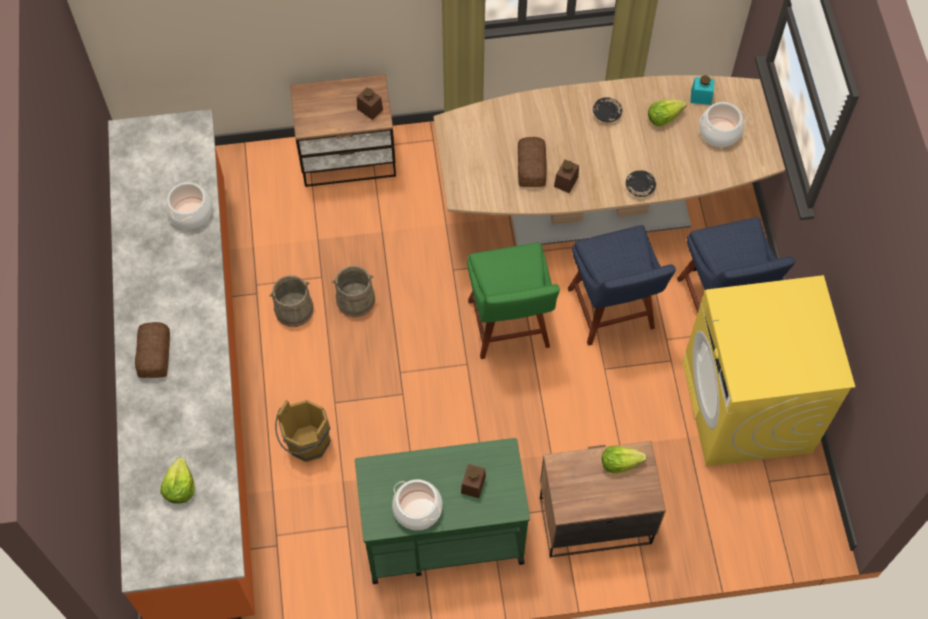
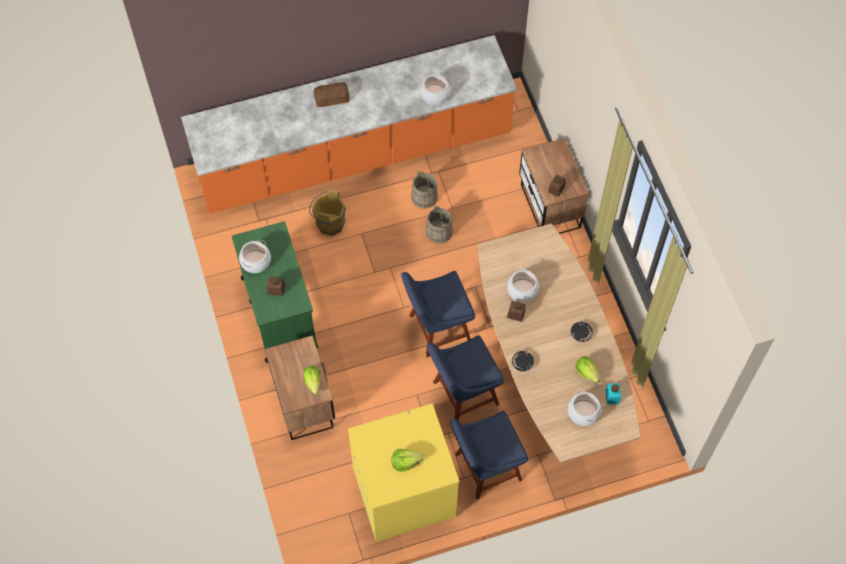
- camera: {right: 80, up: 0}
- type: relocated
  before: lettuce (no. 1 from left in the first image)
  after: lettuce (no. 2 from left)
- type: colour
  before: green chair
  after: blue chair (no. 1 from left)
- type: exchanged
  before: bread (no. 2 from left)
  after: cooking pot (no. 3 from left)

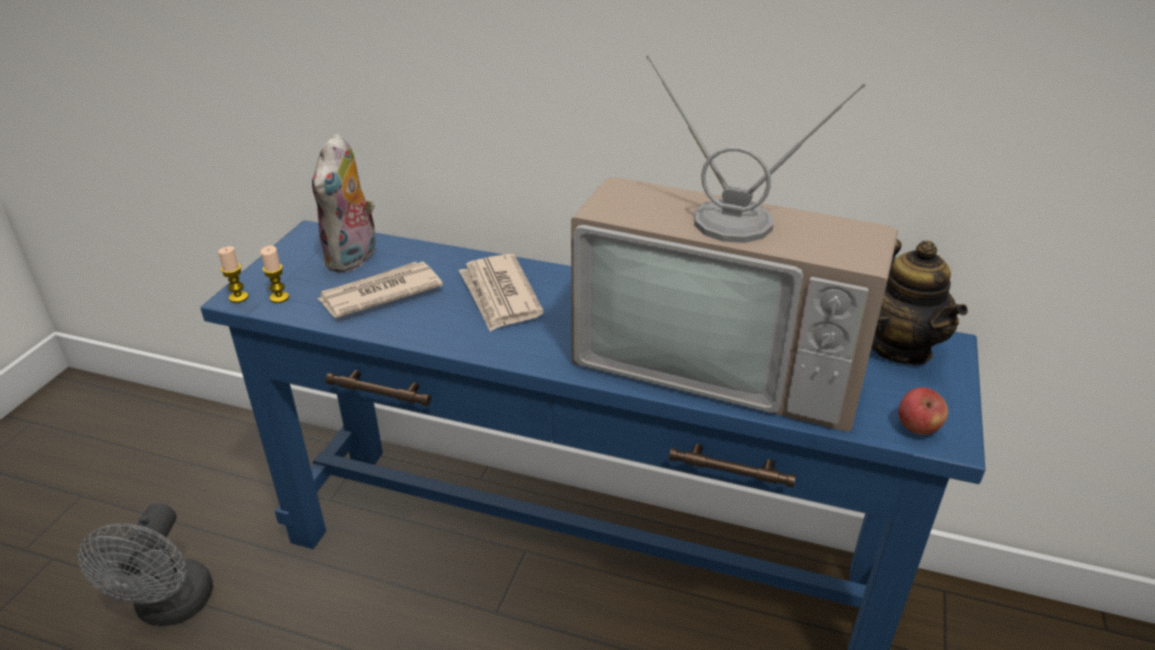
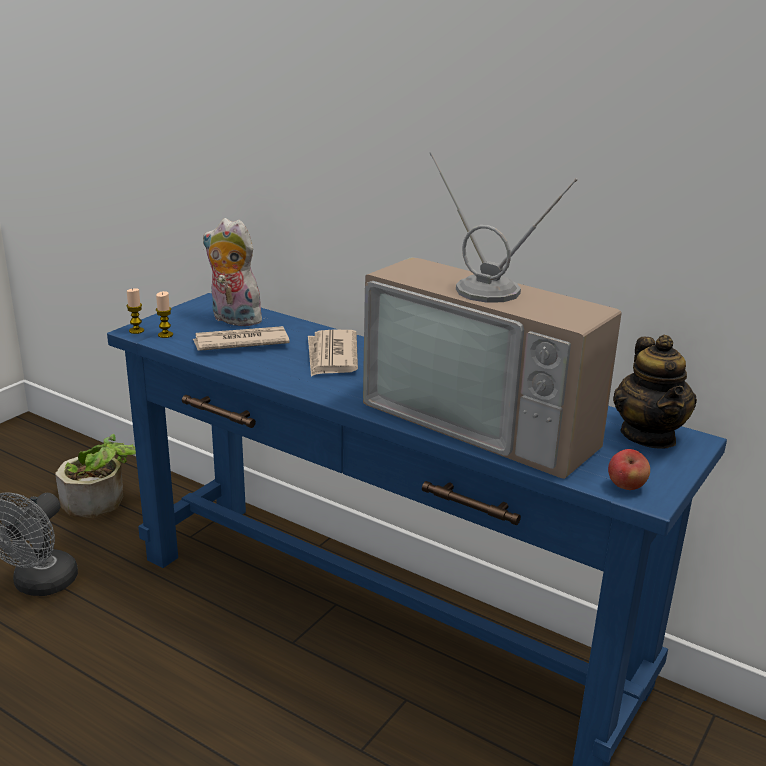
- camera: {right: 15, up: -10}
- type: spun
  before: plush toy
  turn: 90
- type: appeared
  after: potted plant

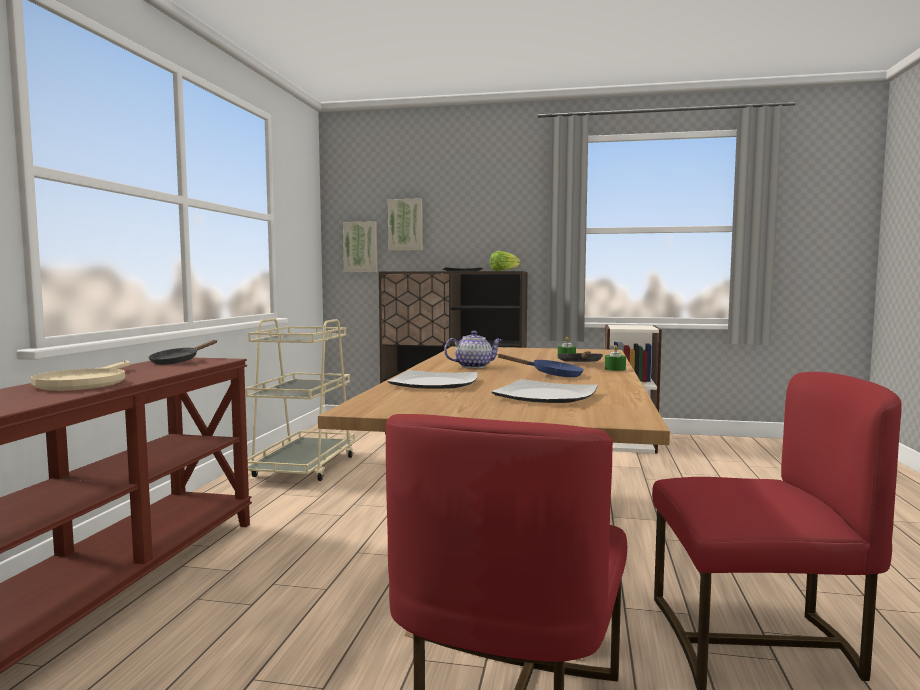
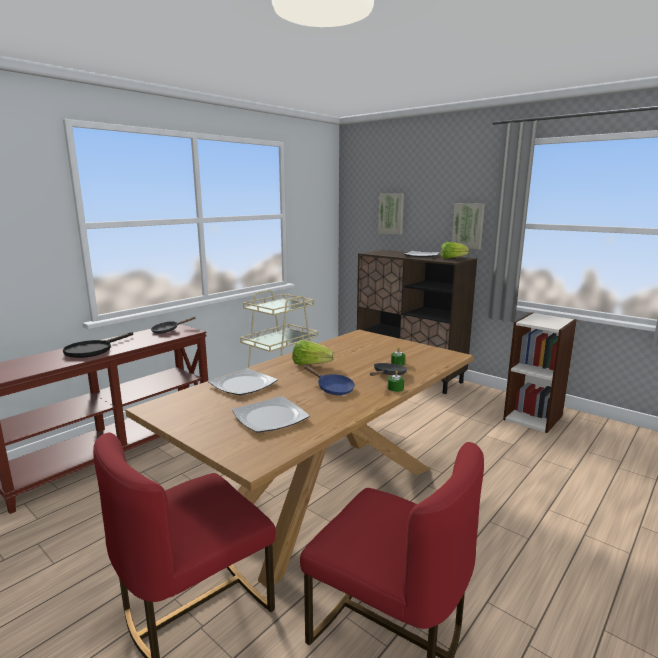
- camera: {right: 30, up: 10}
- type: colour
  before: beige frying pan
  after: black frying pan (no. 1 from left)
- type: relocated
  before: picture (no. 1 from left in the first image)
  after: picture (no. 2 from left)
- type: exchanged
  before: teapot
  after: lettuce (no. 1 from left)

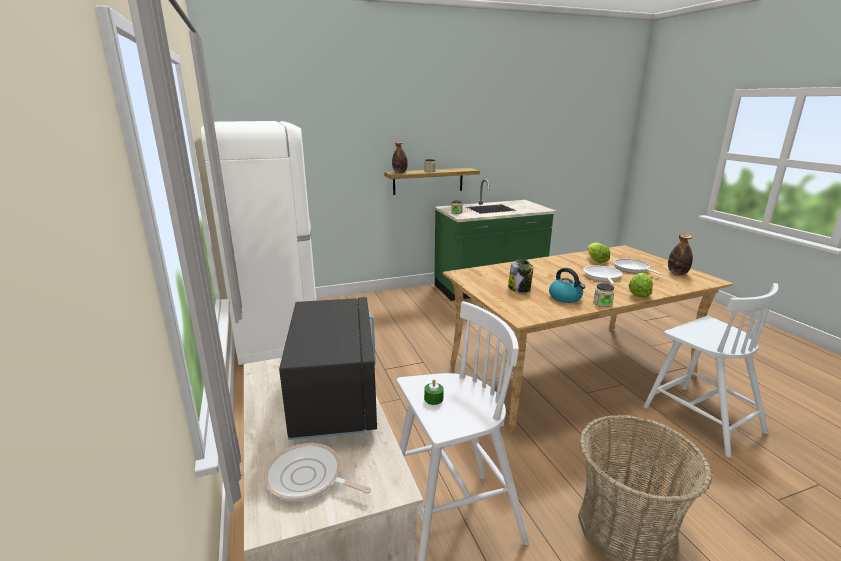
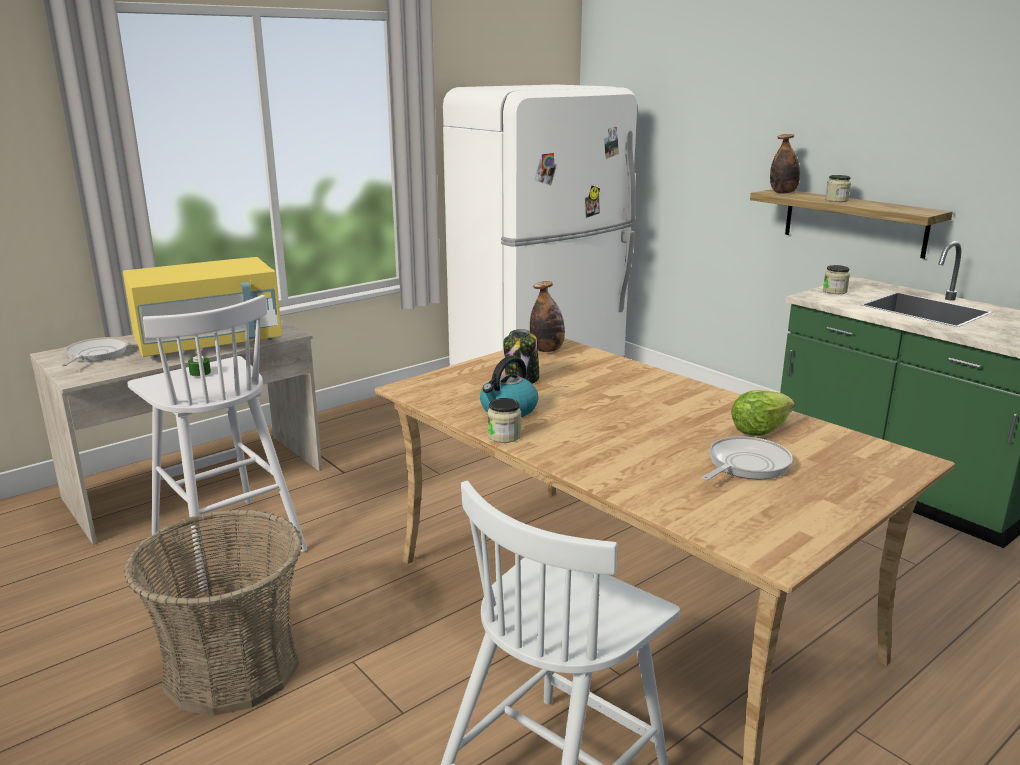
- camera: {right: 70, up: 0}
- type: colour
  before: black microwave
  after: yellow microwave
- type: missing
  before: frying pan (no. 2 from left)
- type: missing
  before: lettuce (no. 2 from left)
- type: relocated
  before: bottle (no. 2 from left in the first image)
  after: bottle (no. 1 from left)

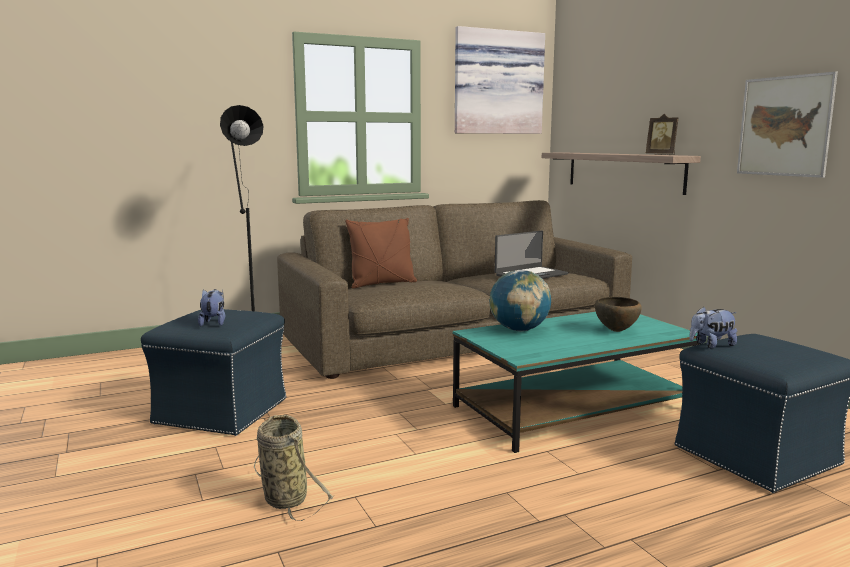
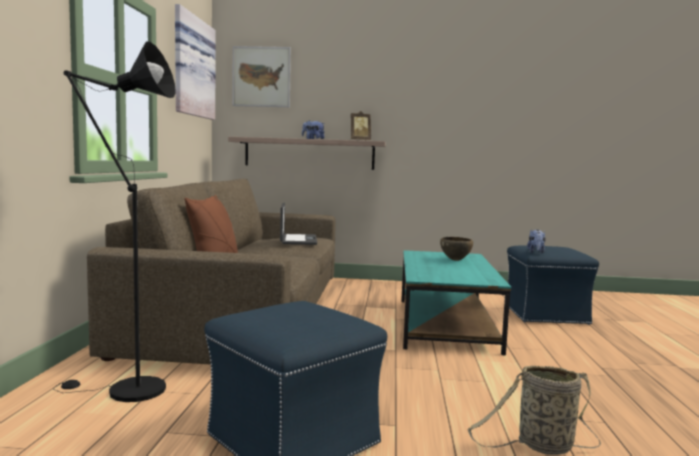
- camera: {right: -60, up: -5}
- type: relocated
  before: plush toy (no. 1 from left)
- type: missing
  before: globe
- type: relocated
  before: picture (no. 2 from left)

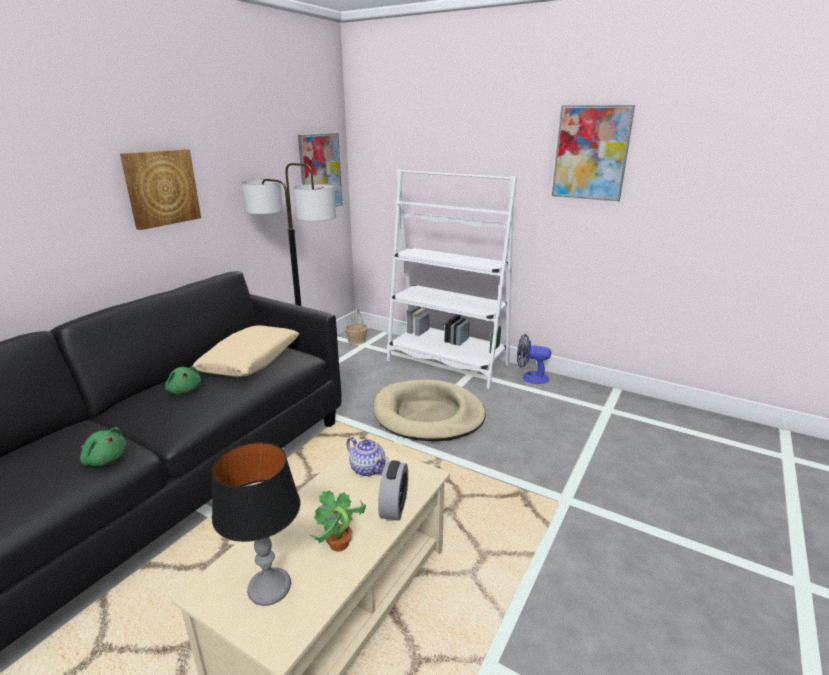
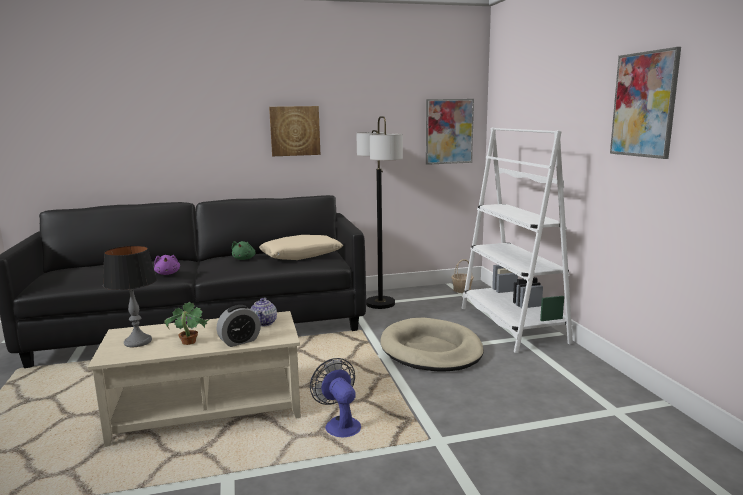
- camera: {right: 45, up: -10}
- type: colour
  before: green plush toy (no. 1 from left)
  after: purple plush toy
- type: relocated
  before: fan

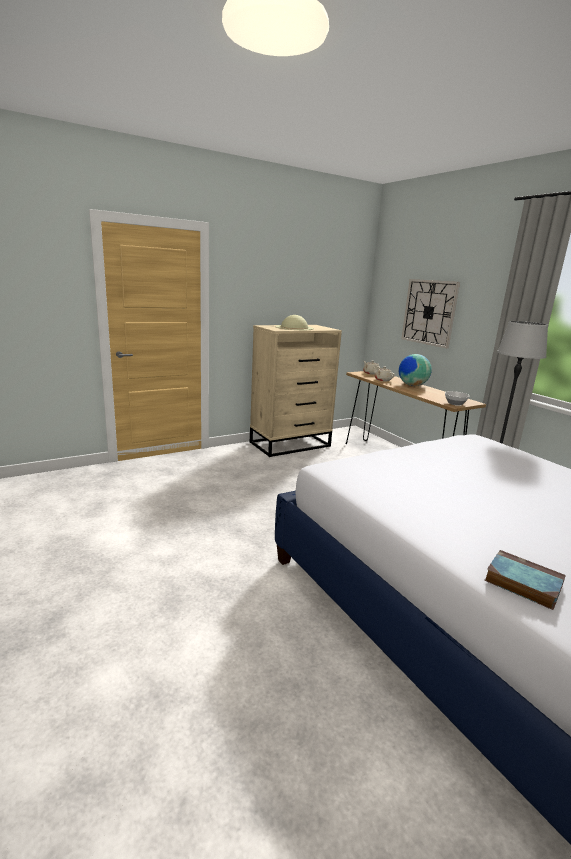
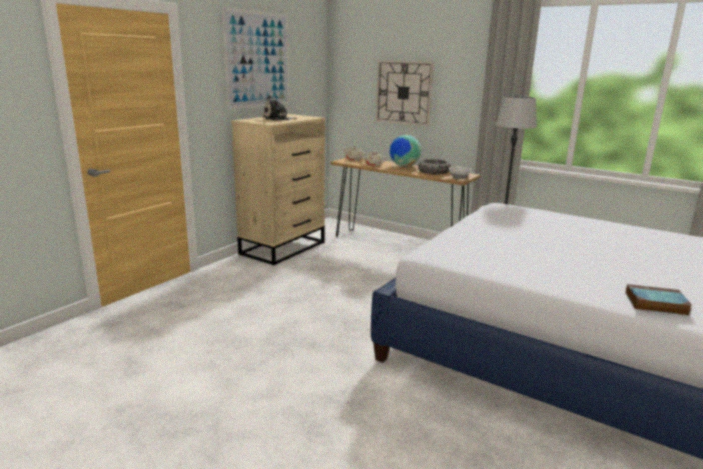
- camera: {right: -25, up: 0}
- type: exchanged
  before: beige hat
  after: plush toy
- type: appeared
  after: picture
- type: appeared
  after: bowl (no. 1 from left)

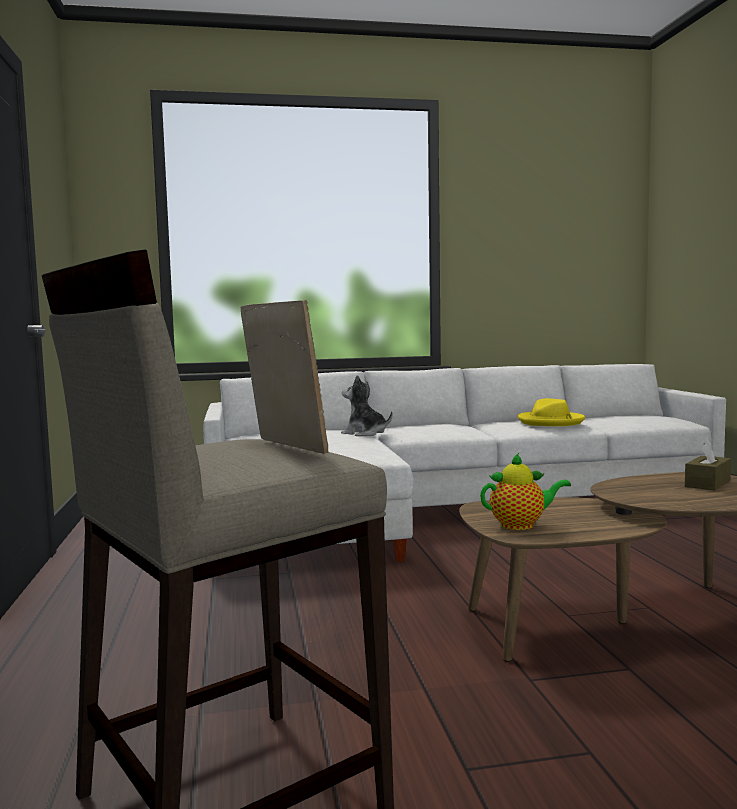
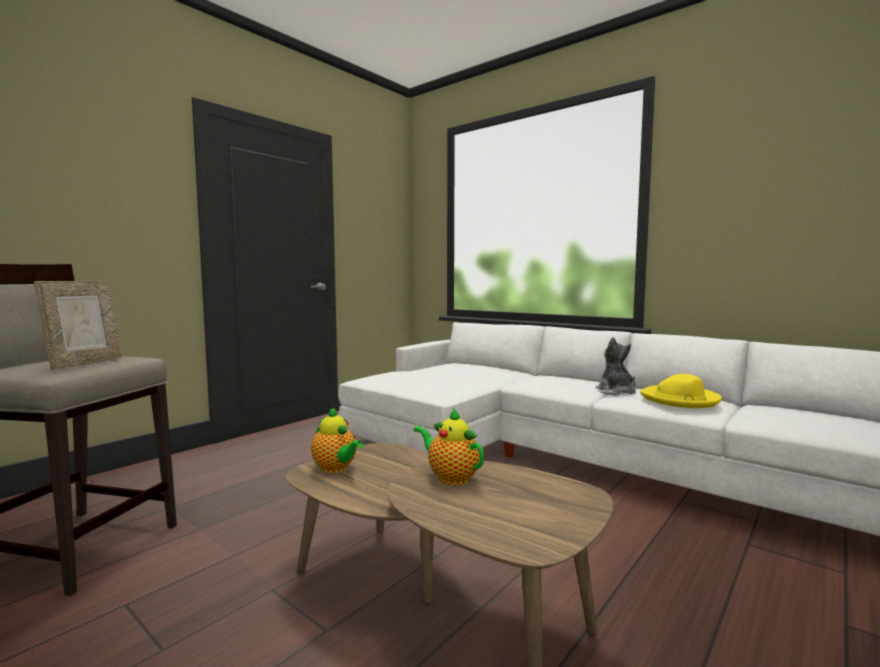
- camera: {right: 50, up: 0}
- type: relocated
  before: plush toy
- type: missing
  before: brown tissue box
- type: appeared
  after: teapot (no. 2 from left)

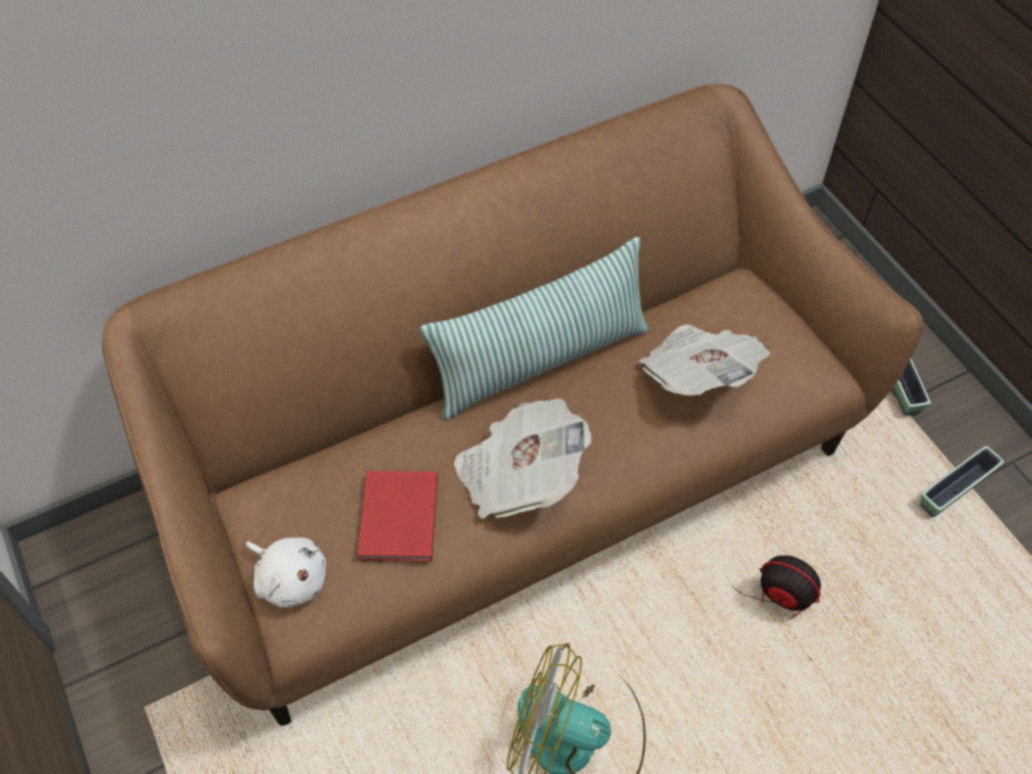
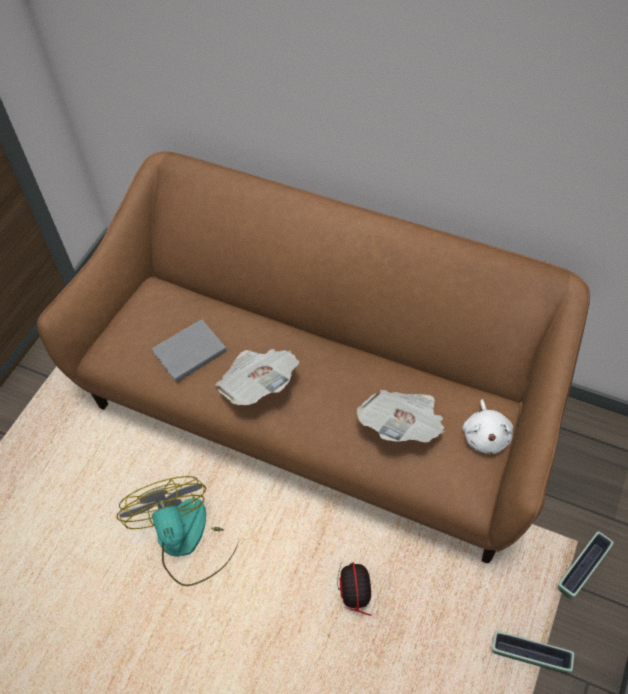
- camera: {right: 55, up: 0}
- type: relocated
  before: white plush toy
- type: colour
  before: red book
  after: grey book
- type: missing
  before: pillow

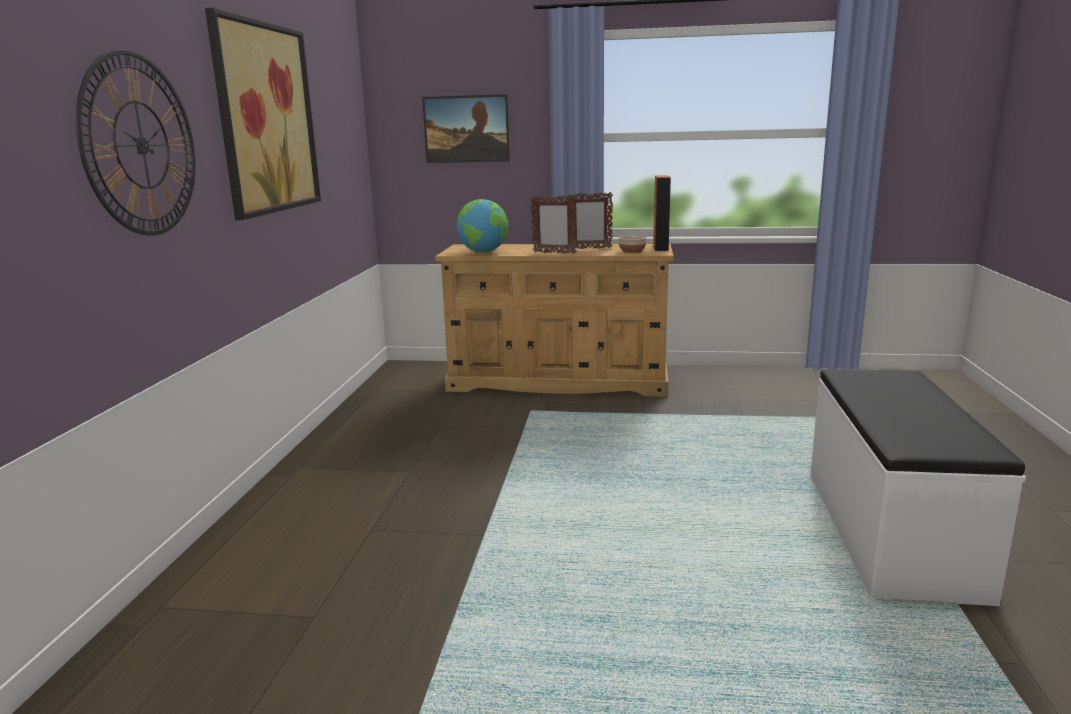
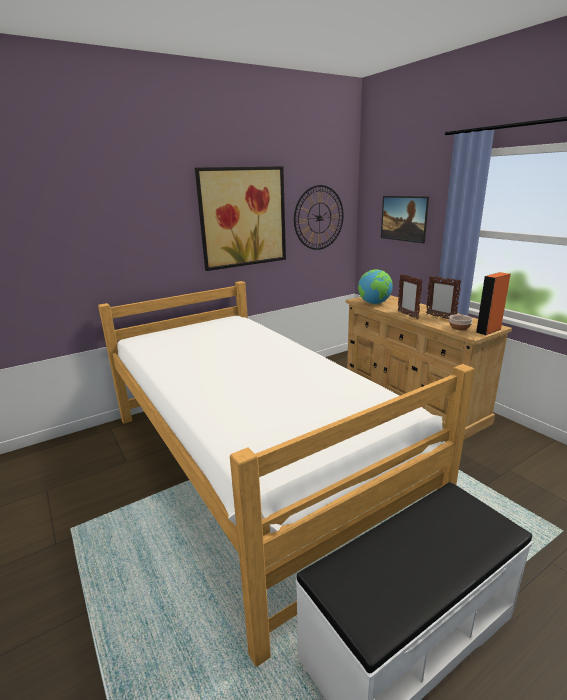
- camera: {right: 50, up: 5}
- type: relocated
  before: wall clock
- type: appeared
  after: bed

